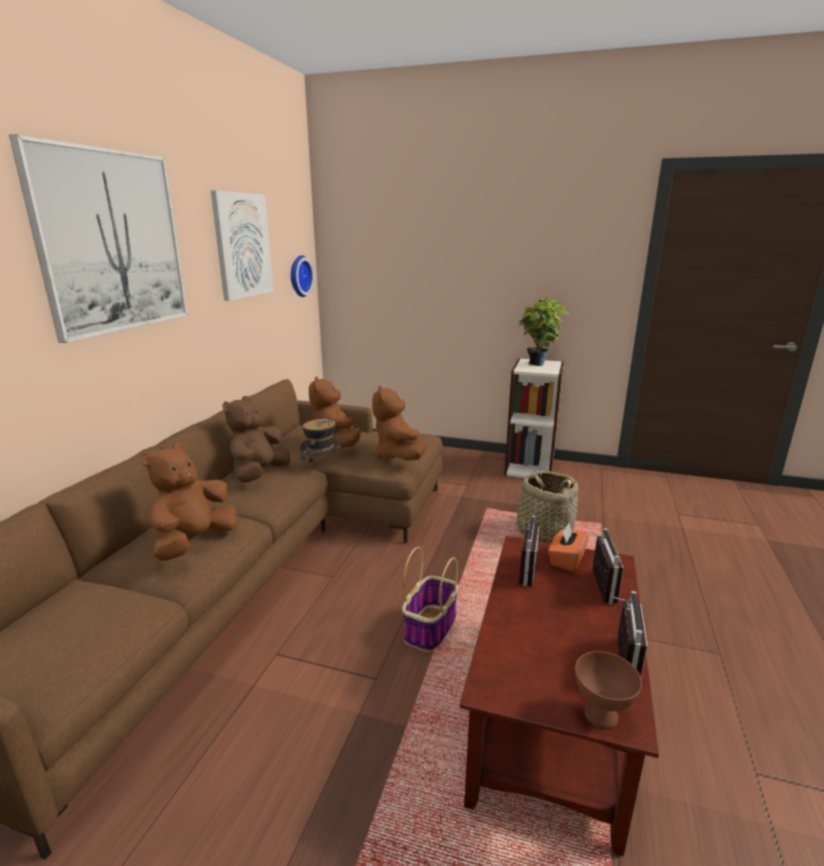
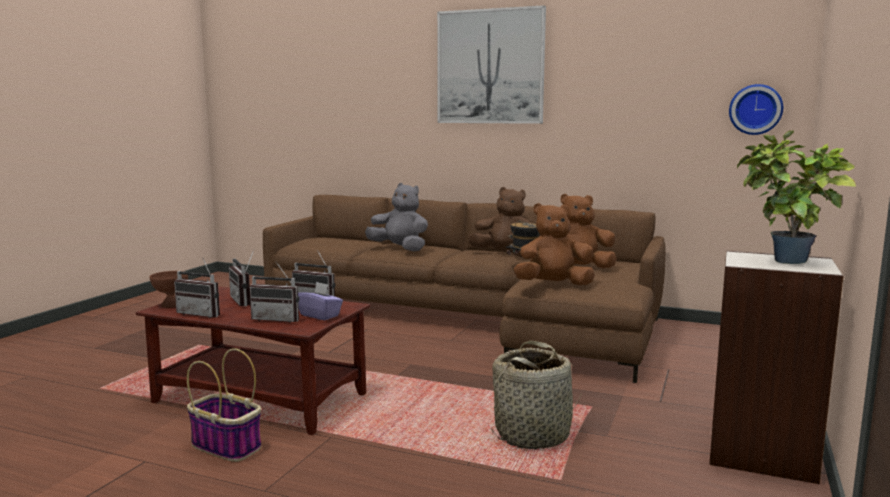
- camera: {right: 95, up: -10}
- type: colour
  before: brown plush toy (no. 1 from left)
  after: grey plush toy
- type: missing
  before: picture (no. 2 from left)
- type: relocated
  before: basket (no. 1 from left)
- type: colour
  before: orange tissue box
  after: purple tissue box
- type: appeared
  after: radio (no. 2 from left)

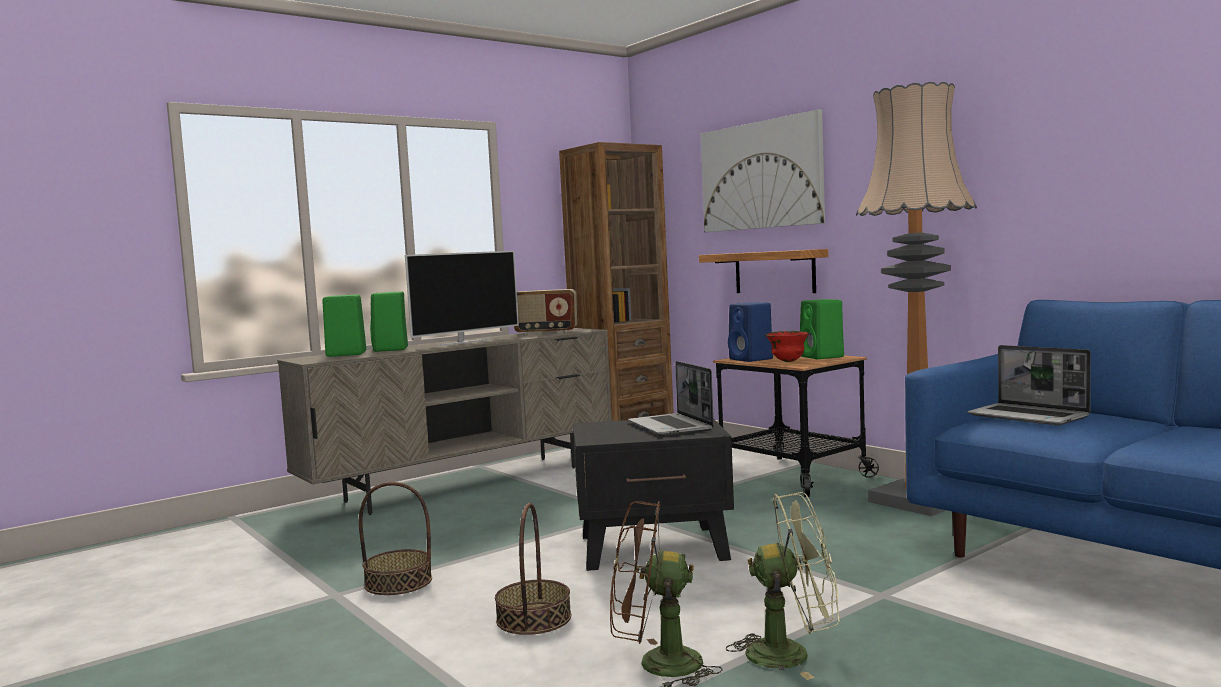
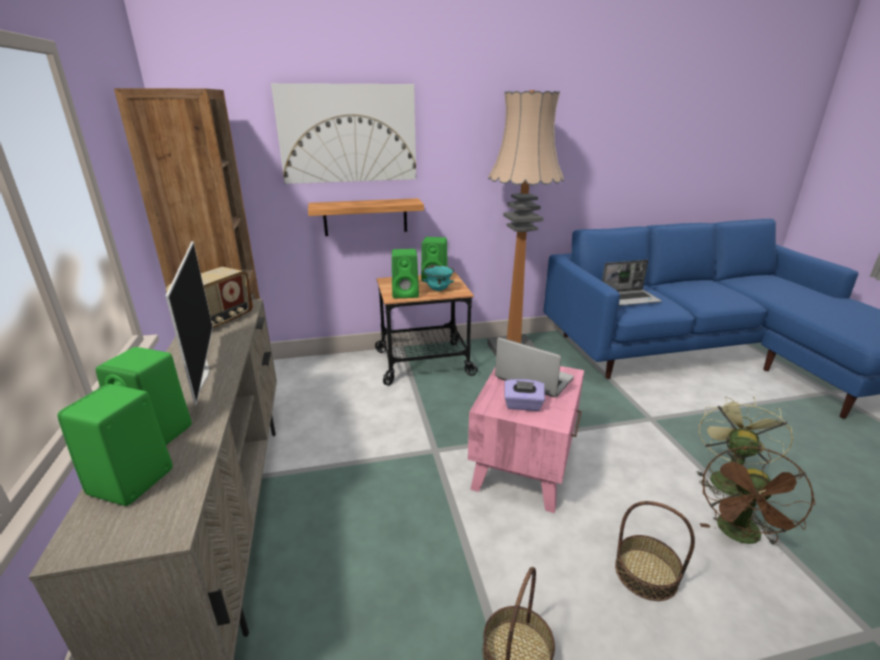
- camera: {right: -65, up: 20}
- type: colour
  before: black side table
  after: pink side table
- type: spun
  before: laptop (no. 1 from left)
  turn: -150
- type: colour
  before: blue speaker
  after: green speaker (no. 3 from left)
- type: colour
  before: red bowl
  after: turquoise bowl
- type: appeared
  after: purple tissue box

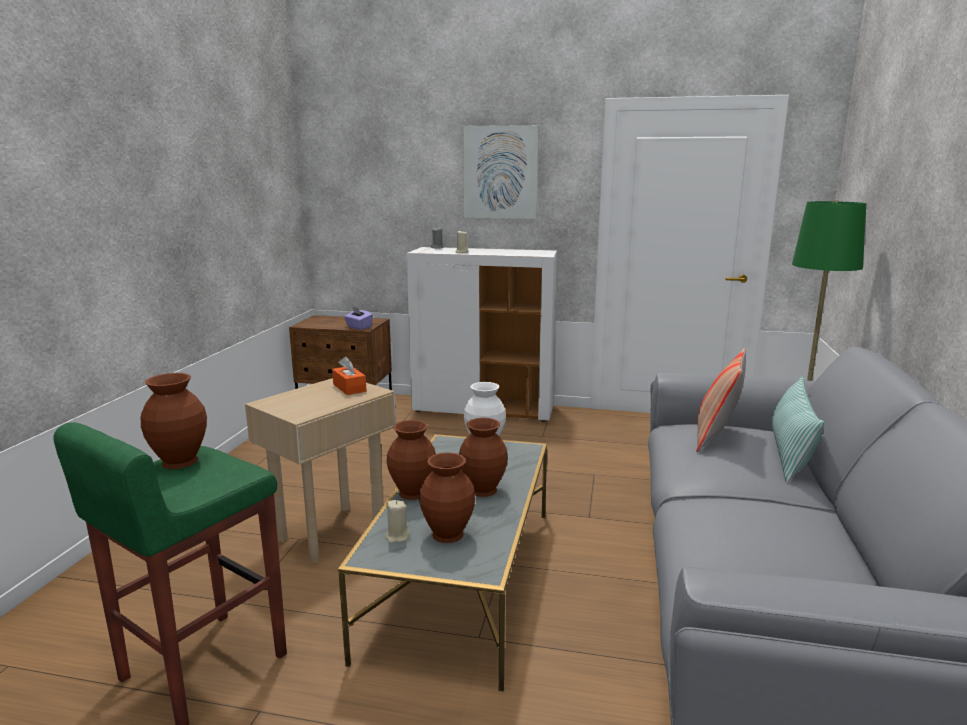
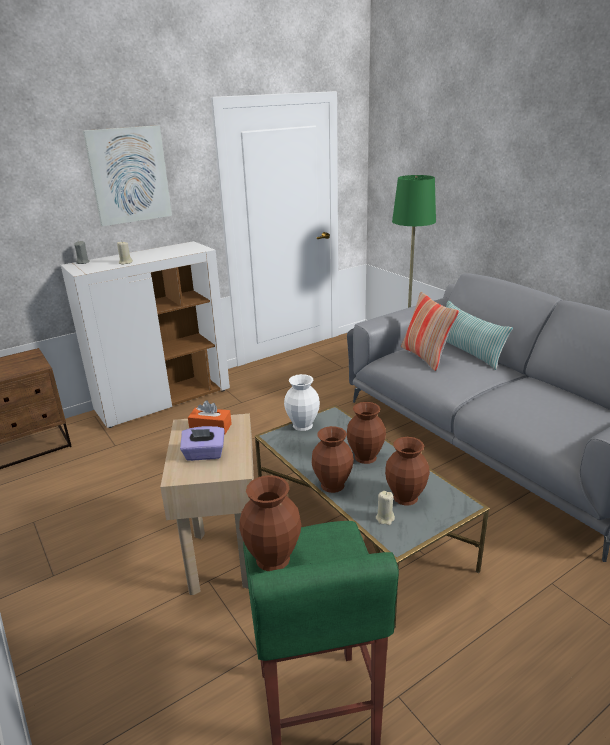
- camera: {right: -45, up: 10}
- type: relocated
  before: purple tissue box

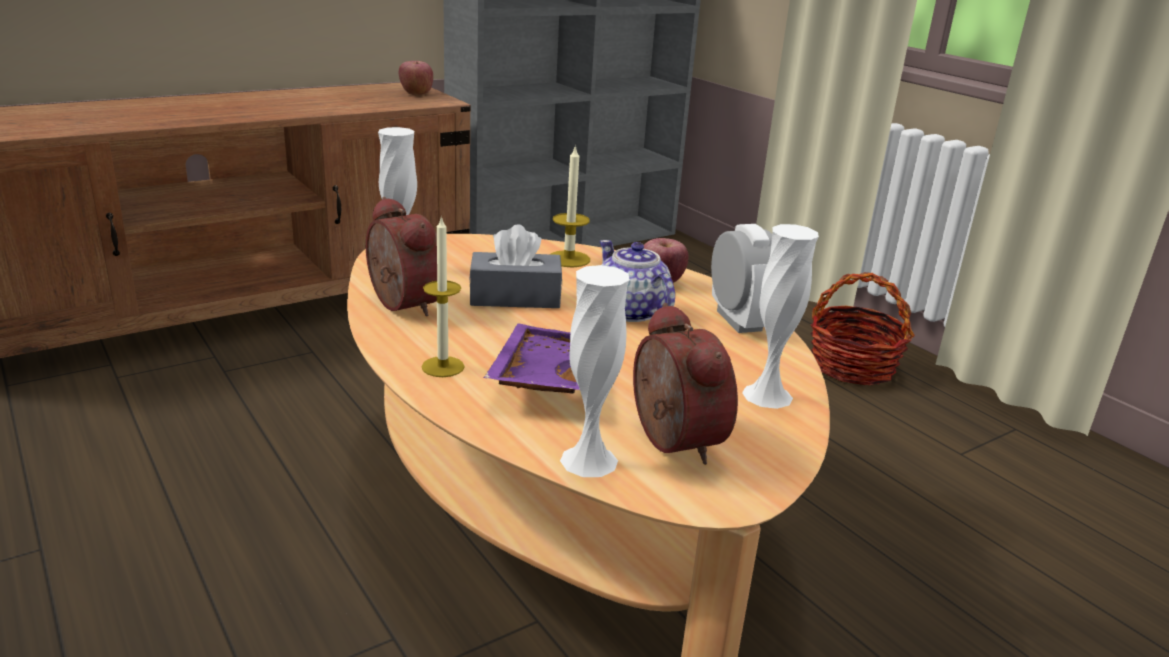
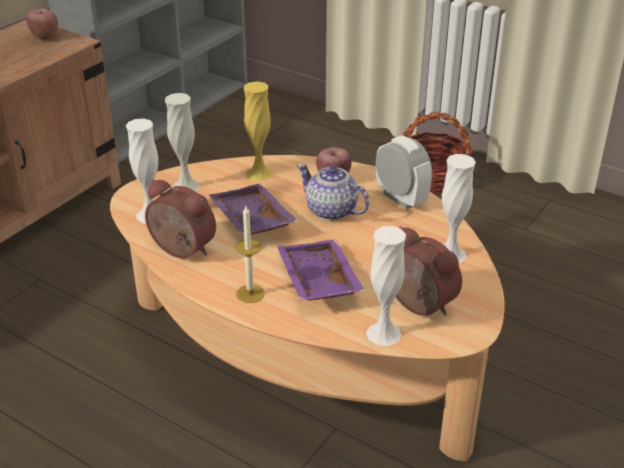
- camera: {right: -20, up: 10}
- type: exchanged
  before: grey tissue box
  after: purple tray (no. 1 from left)
- type: exchanged
  before: candle (no. 2 from left)
  after: yellow vase
- type: appeared
  after: white vase (no. 2 from left)

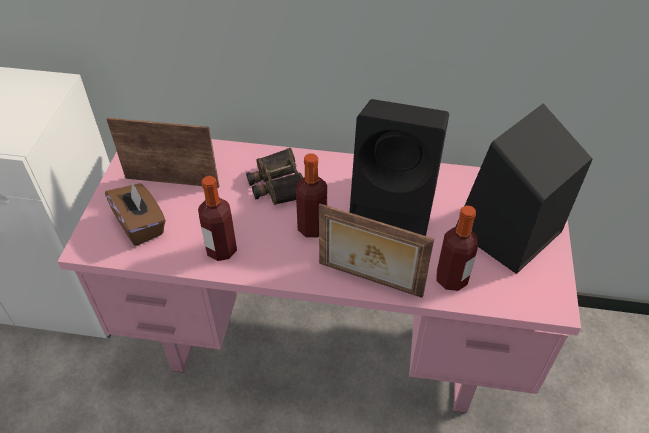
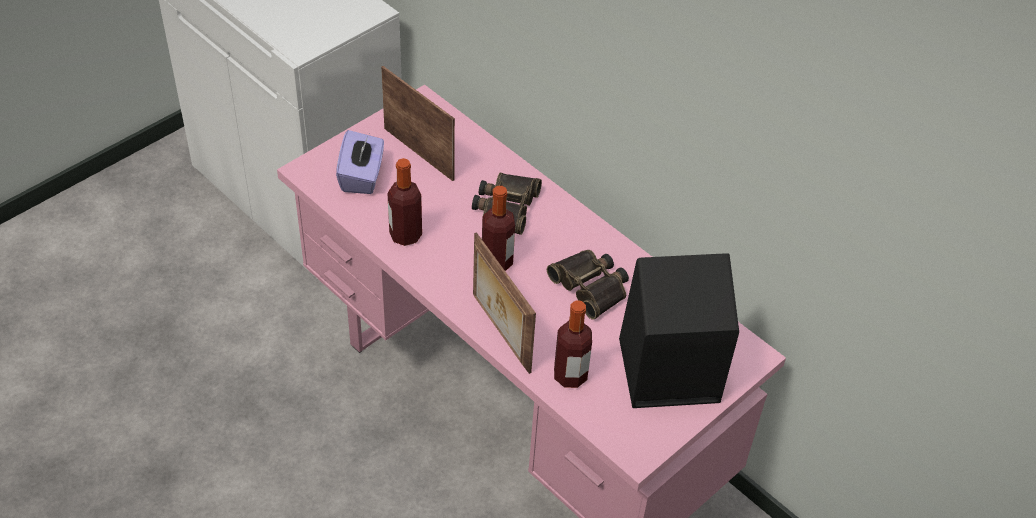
- camera: {right: 35, up: 0}
- type: colour
  before: brown tissue box
  after: purple tissue box
- type: exchanged
  before: black speaker (no. 1 from left)
  after: binoculars (no. 2 from left)

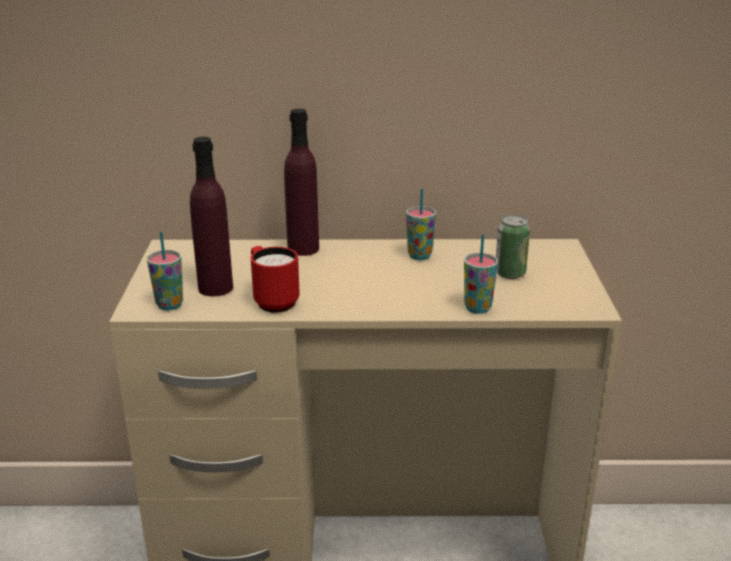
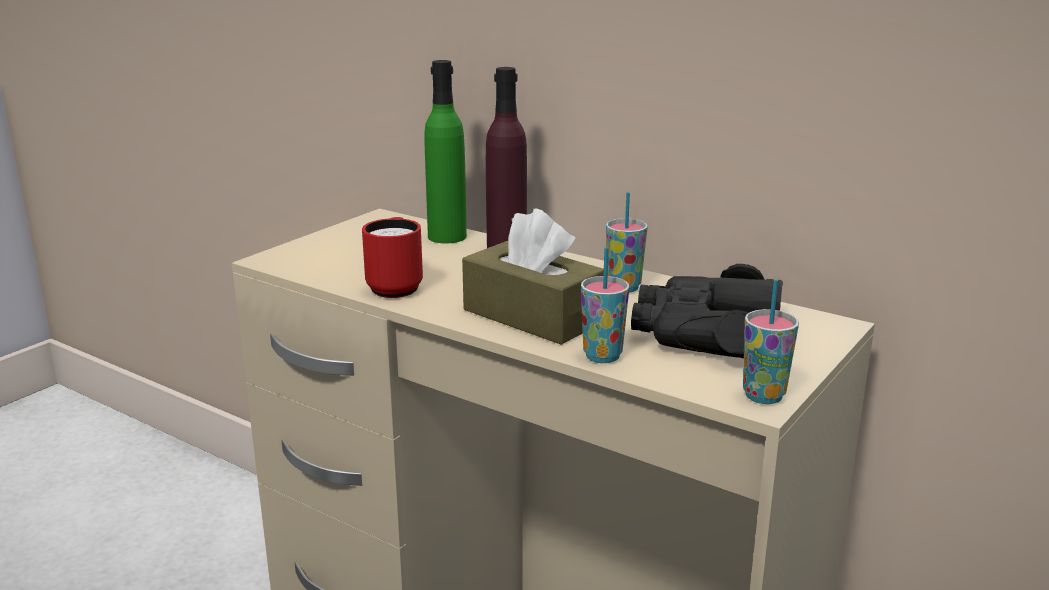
- camera: {right: 35, up: -5}
- type: relocated
  before: cup (no. 1 from left in the first image)
  after: cup (no. 3 from left)
- type: missing
  before: purple bottle (no. 1 from left)
- type: exchanged
  before: can
  after: black binoculars
- type: appeared
  after: green bottle
- type: appeared
  after: brown tissue box

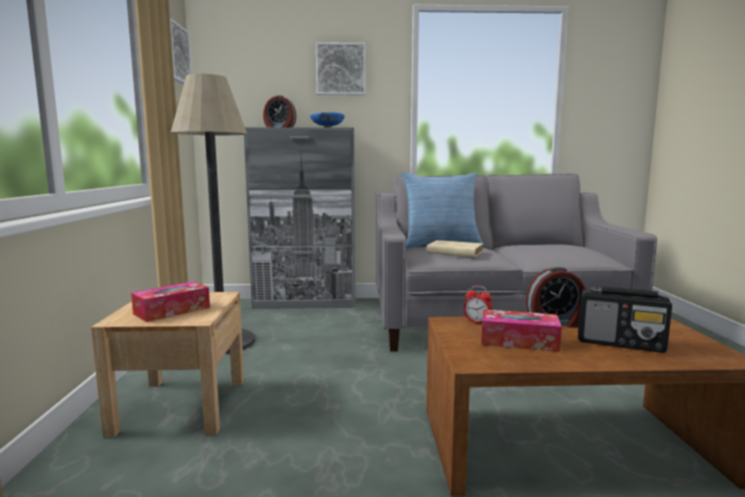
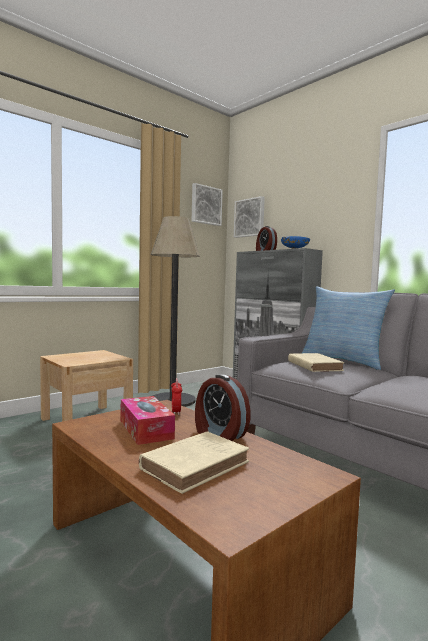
- camera: {right: 50, up: -5}
- type: missing
  before: tissue box (no. 1 from left)
- type: relocated
  before: picture (no. 2 from left)
- type: exchanged
  before: radio
  after: beige book (no. 1 from left)

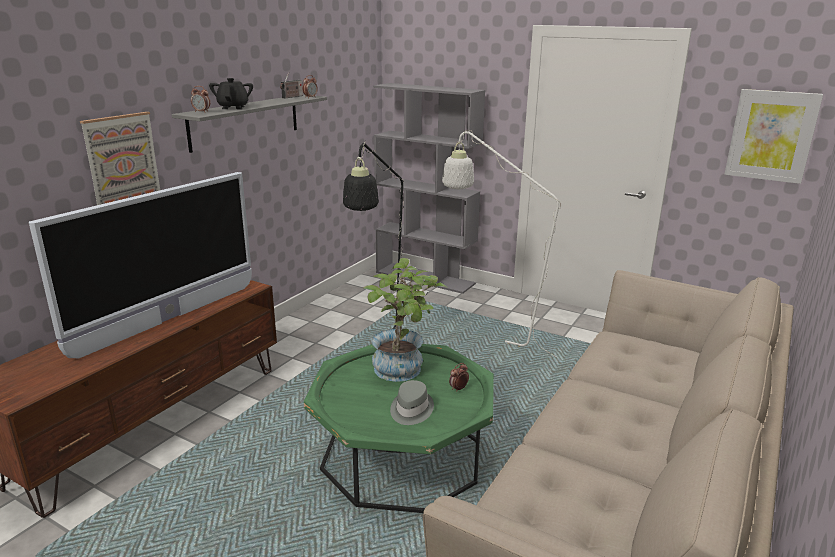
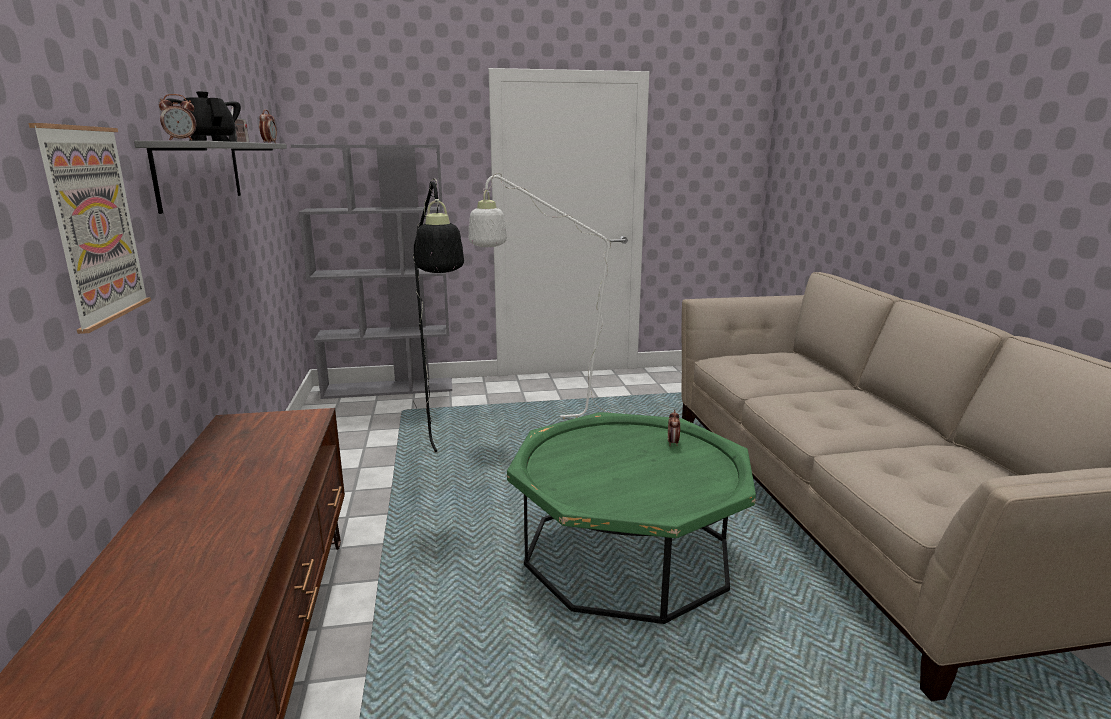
- camera: {right: -40, up: -5}
- type: missing
  before: television
- type: missing
  before: potted plant
- type: missing
  before: grey hat
- type: missing
  before: picture (no. 2 from left)

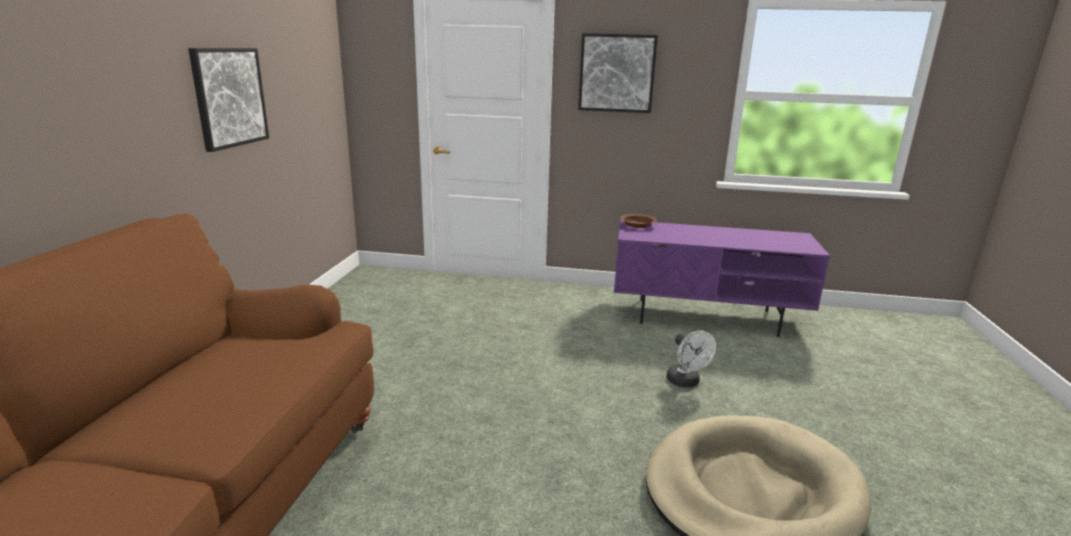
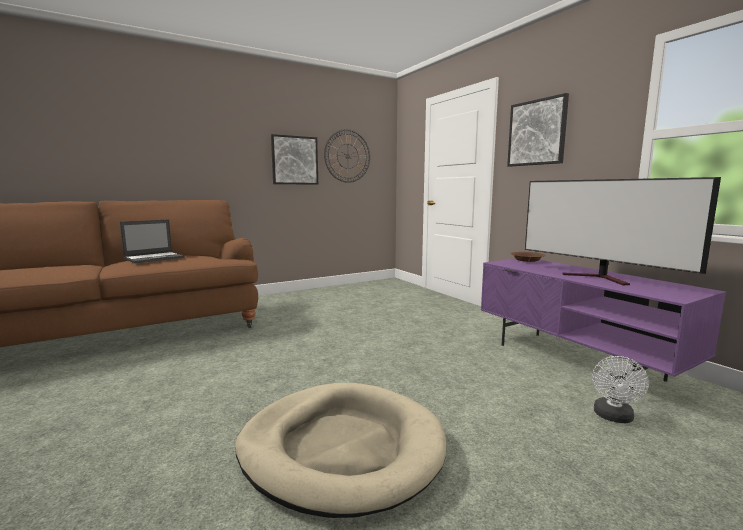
- camera: {right: 50, up: -10}
- type: relocated
  before: white fan
- type: appeared
  after: laptop
- type: appeared
  after: wall clock
- type: appeared
  after: television

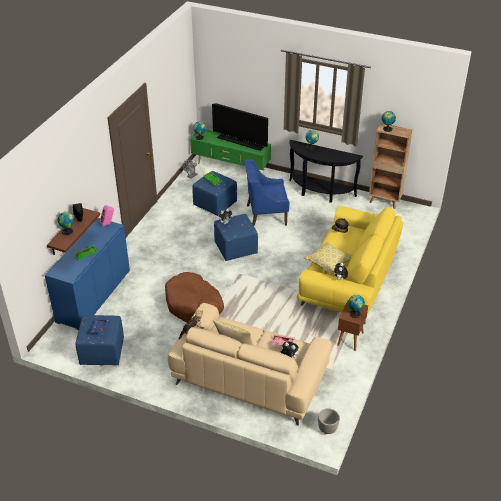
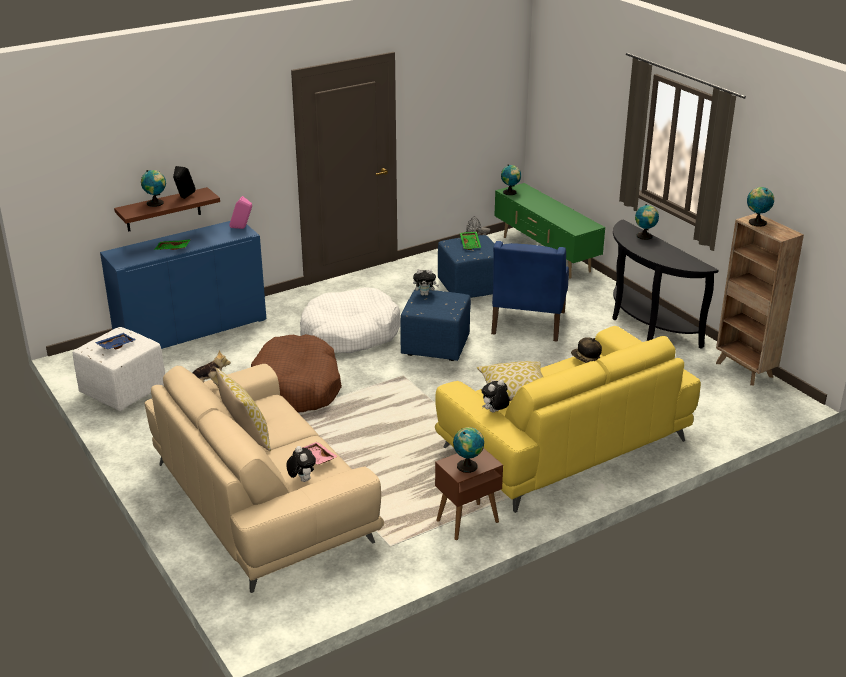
- camera: {right: 35, up: -10}
- type: colour
  before: blue ottoman (no. 1 from left)
  after: white ottoman
- type: missing
  before: television
- type: spun
  before: blue armchair
  turn: -105
- type: missing
  before: planter
- type: appeared
  after: white dog bed

